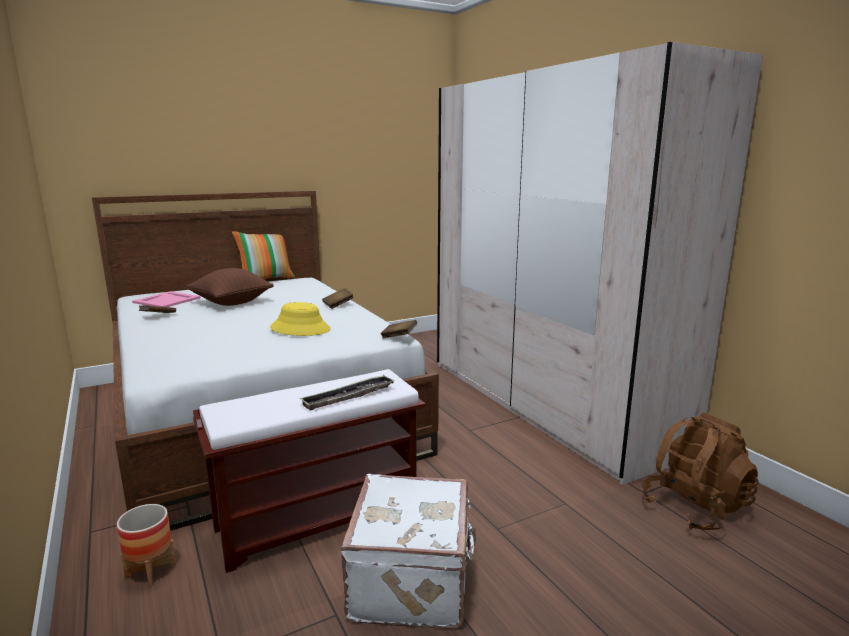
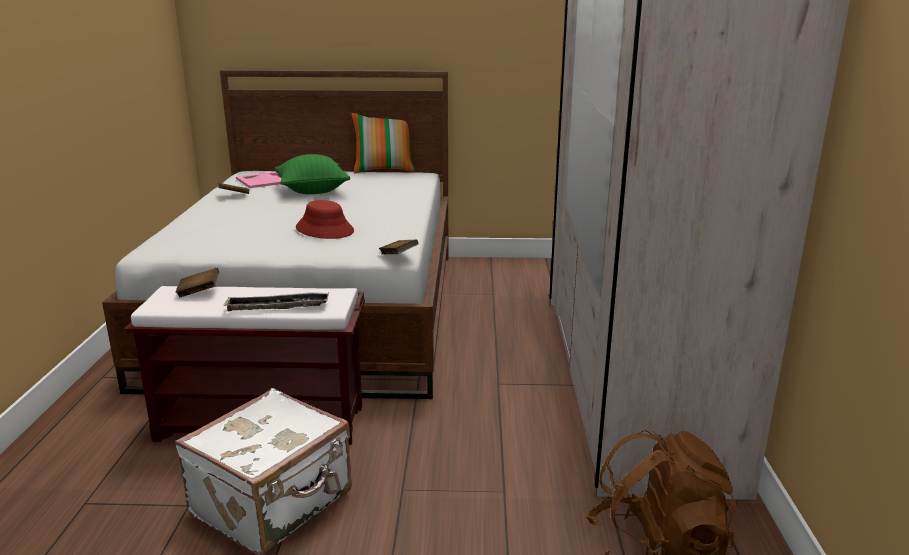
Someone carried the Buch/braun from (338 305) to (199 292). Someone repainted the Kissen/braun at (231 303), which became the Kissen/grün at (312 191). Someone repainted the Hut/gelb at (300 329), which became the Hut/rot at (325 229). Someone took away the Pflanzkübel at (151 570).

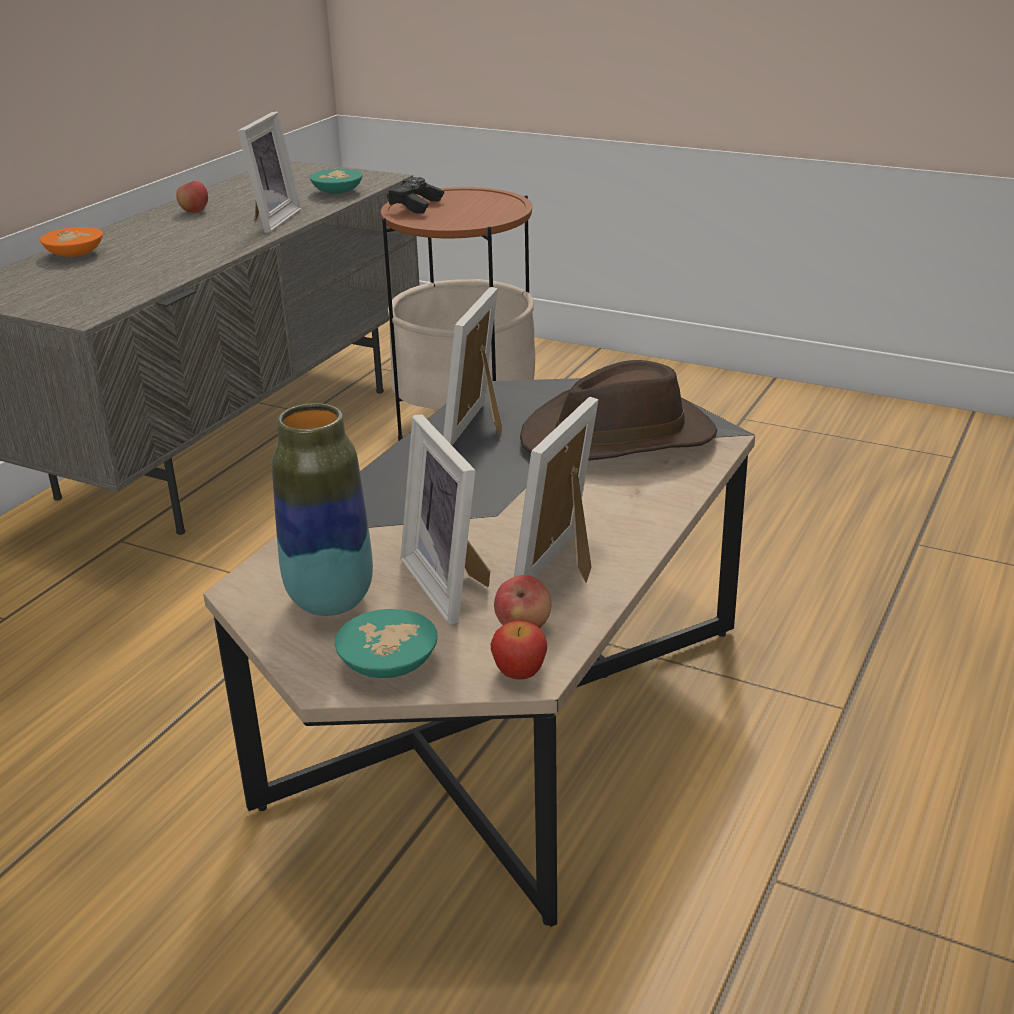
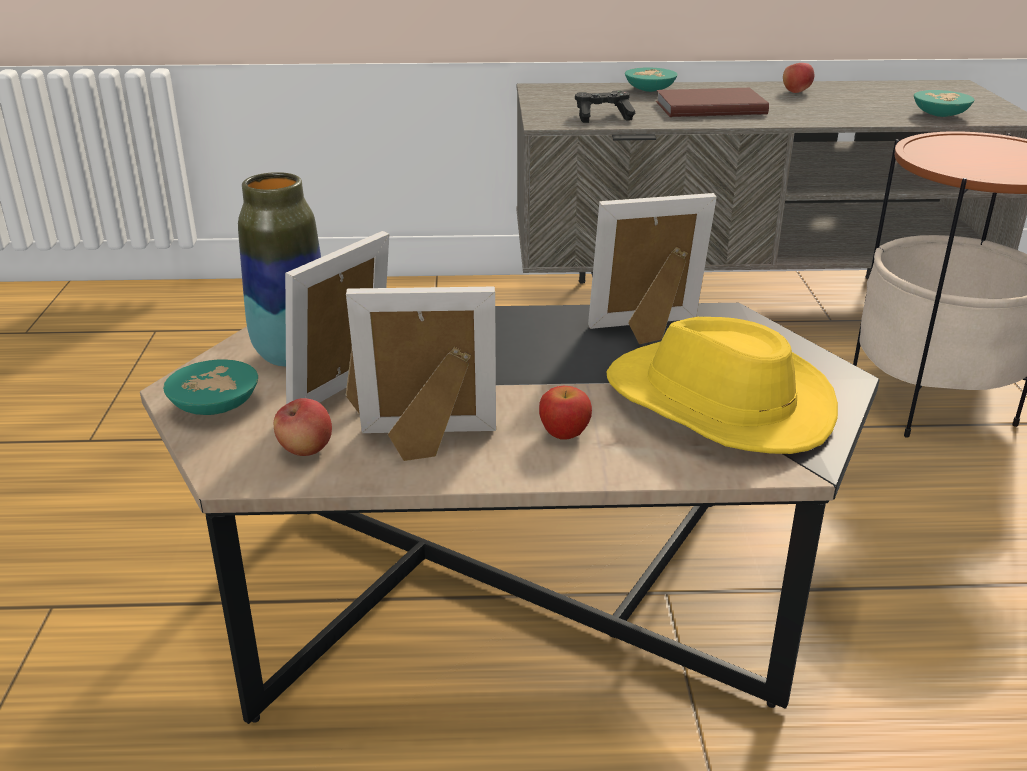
Someone carried the Apfel from (519 672) to (564 434). Someone carried the Gamepad/schwarz from (416 205) to (603 117). Someone repainted the Hut/braun at (619 437), which became the Hut/gelb at (716 403). Someone repainted the Schüssel/orange at (73 255), which became the Schüssel/türkis at (648 90). Someone put down the Buch/braun at (708 107). Someone took away the Bilderrahmen at (269 220).

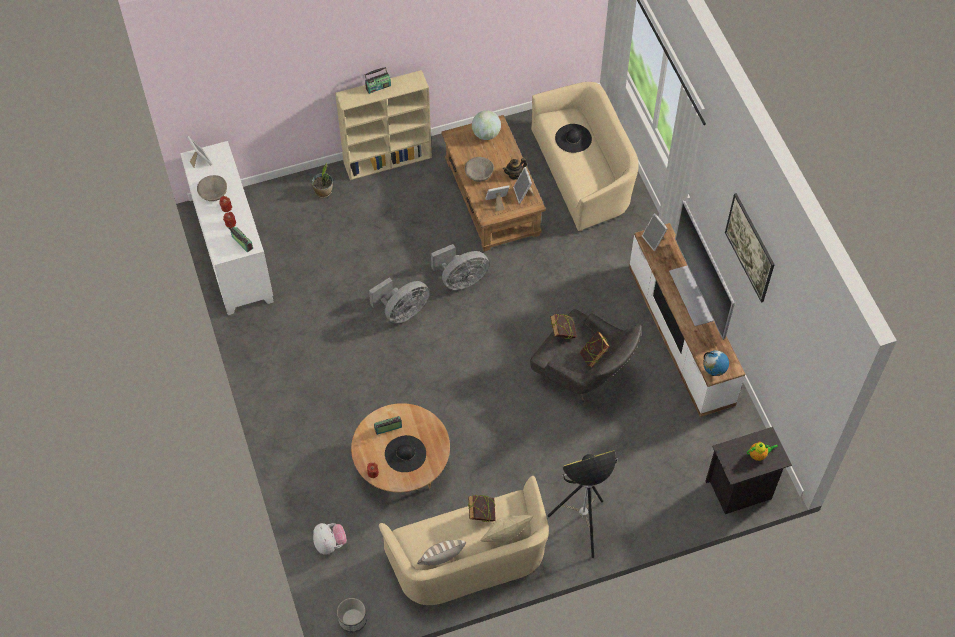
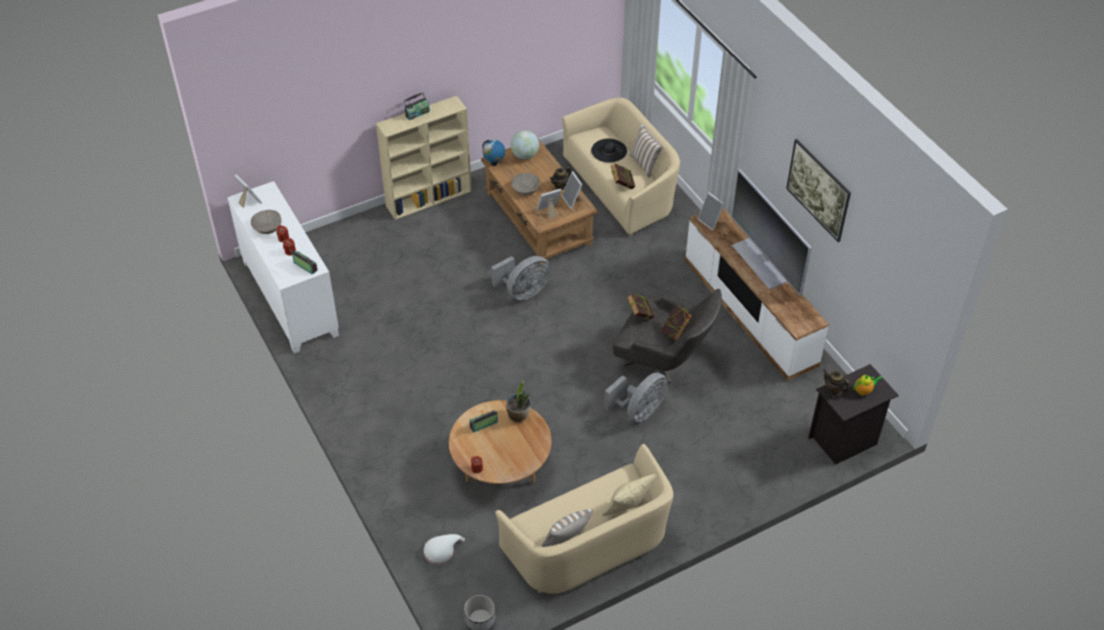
Someone swapped the Plüschtier at (330 544) for the Hut/weiß at (441 551). Someone carried the Globus from (713 372) to (494 163). Someone carried the Topfpflanze from (323 192) to (518 415). Someone carried the Ventilator/grau from (402 312) to (639 411). Someone carried the Buch from (481 514) to (622 186). Someone put down the Kissen at (645 164). Someone put down the Teekanne at (833 390). Someone took away the Hut/schwarz at (405 454). Someone took away the Stehlampe at (581 526).

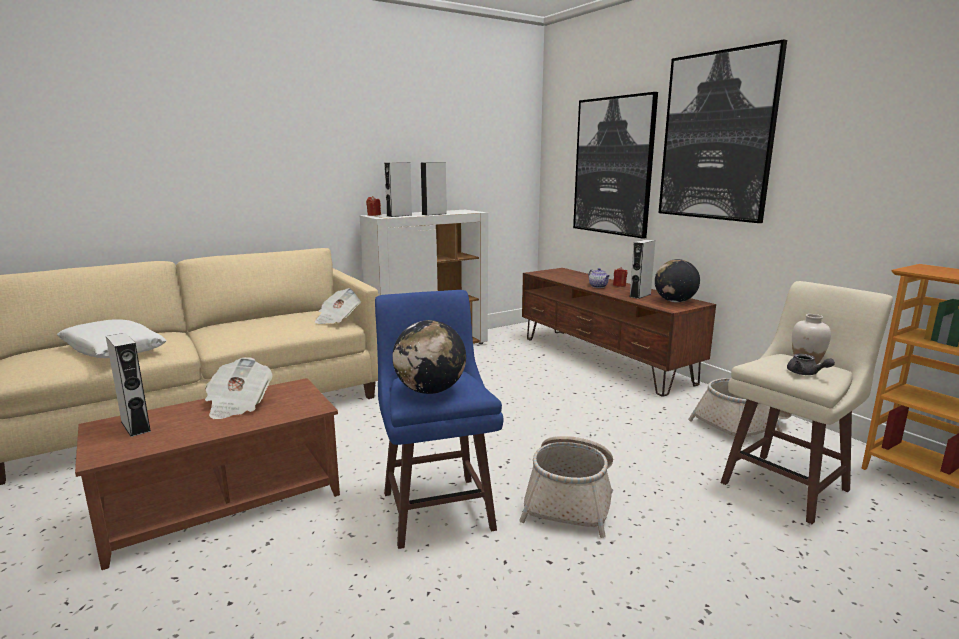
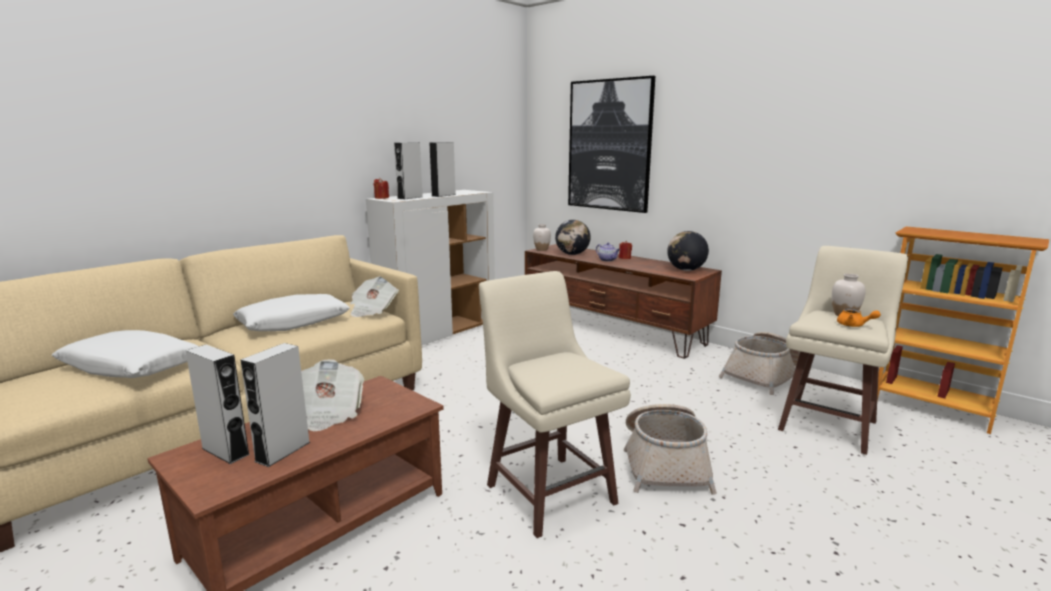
Someone put down the Kissen/weiß at (293 323). Someone carried the Lautsprecher/grau from (640 295) to (283 451). Someone repainted the Hocker/blau at (437 508), which became the Hocker/beige at (549 491). Someone put down the Vase/weiß at (541 249). Someone carried the Globus from (430 391) to (572 254). Someone repainted the Teekanne/grau at (806 373), which became the Teekanne/orange at (854 325). Someone took away the Bild at (717 137).

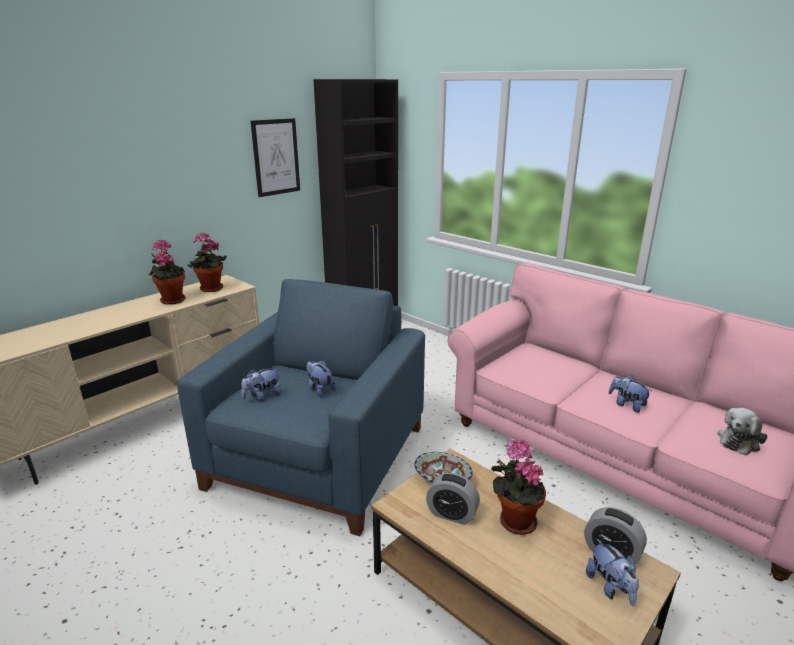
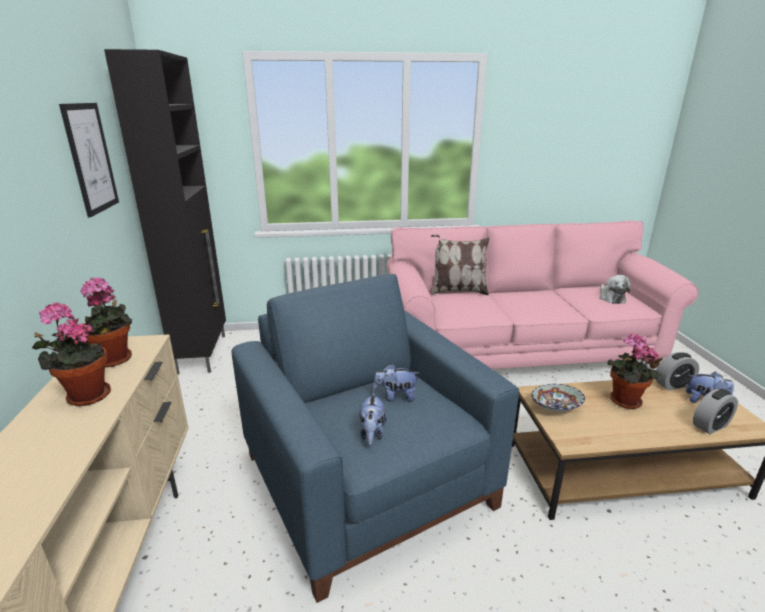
Someone put down the Kissen at (457 291). Someone carried the Wecker from (452 514) to (710 426). Someone took away the Plüschtier at (627 405).

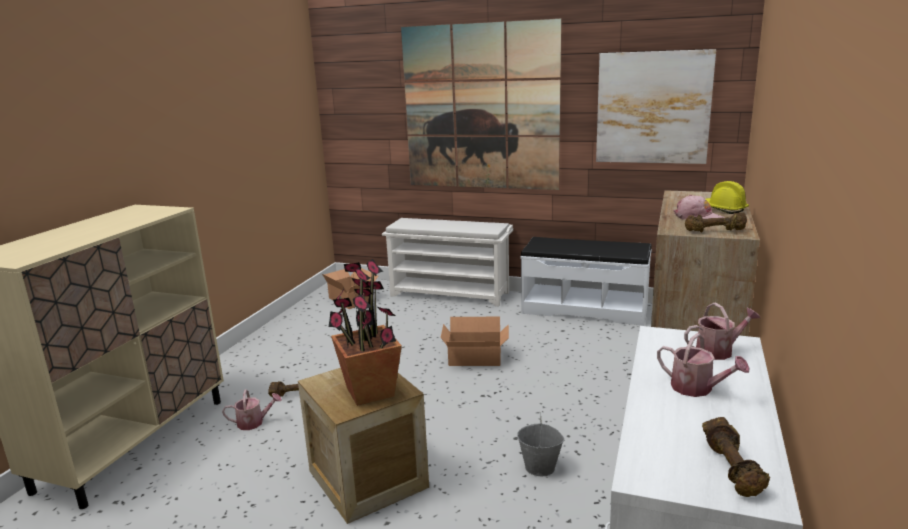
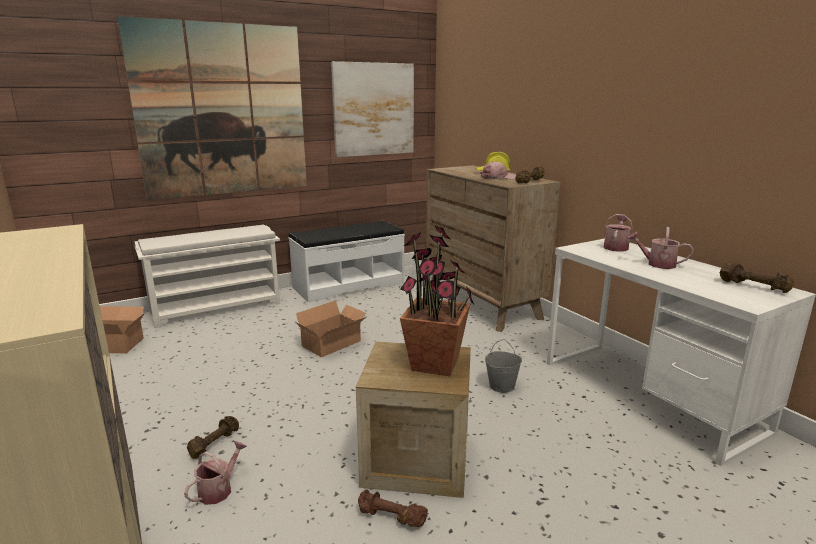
Someone put down the Hantel/braun at (390 518). Someone rotated the Gießkanne at (697 389) by 150 degrees counterclockwise.

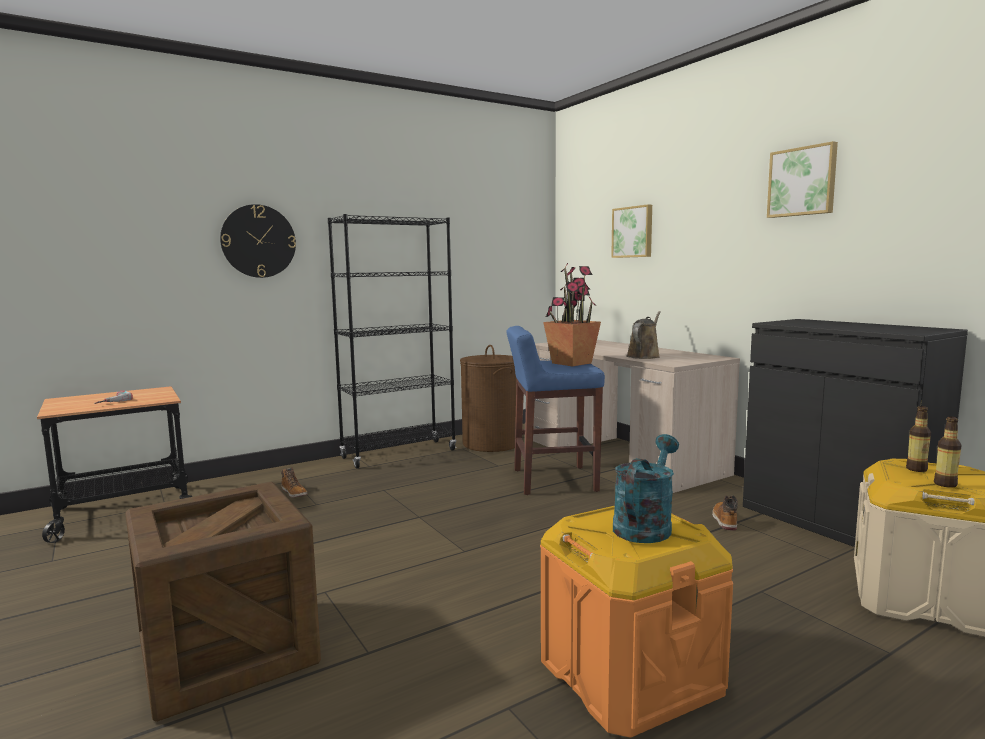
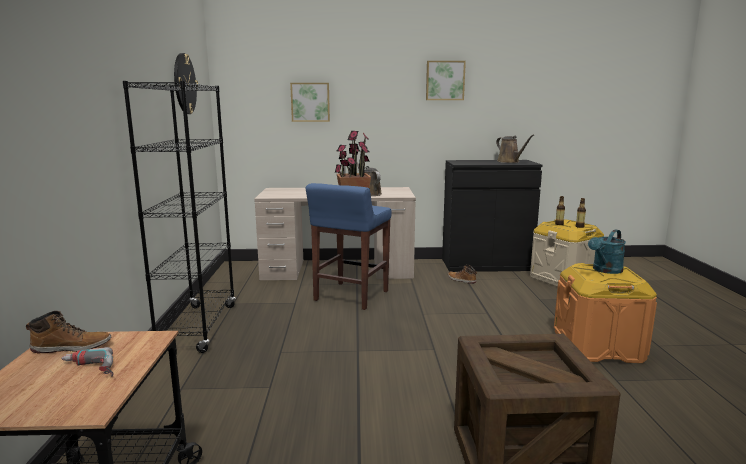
Someone carried the Stiefel from (294 493) to (72 347). Someone carried the Wanduhr from (258 241) to (184 84). Someone put down the Gießkanne/braun at (509 162). Someone rotated the Gießkanne/türkis at (645 525) by 105 degrees counterclockwise. Someone took away the Wäschekorb/braun at (491 443).

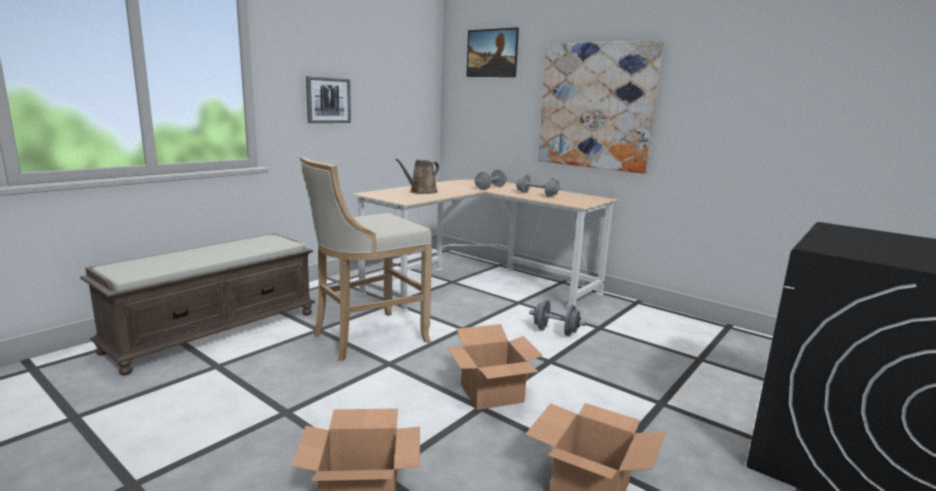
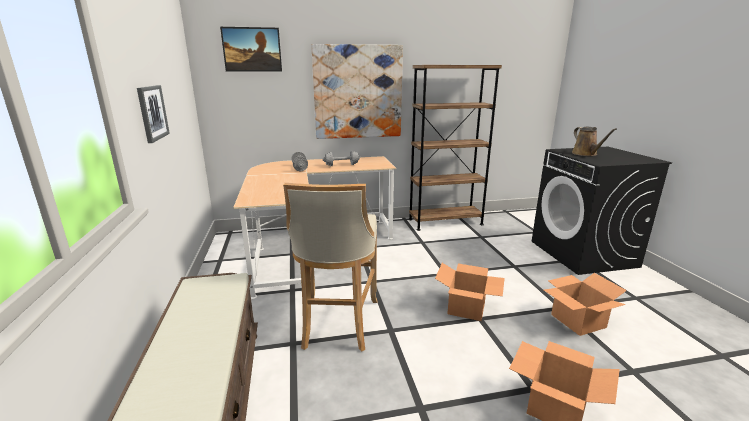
Someone put down the Bücherregal/braun at (445 222). Someone carried the Gießkanne/braun from (421 192) to (586 154). Someone took away the Hantel/grau at (555 331).

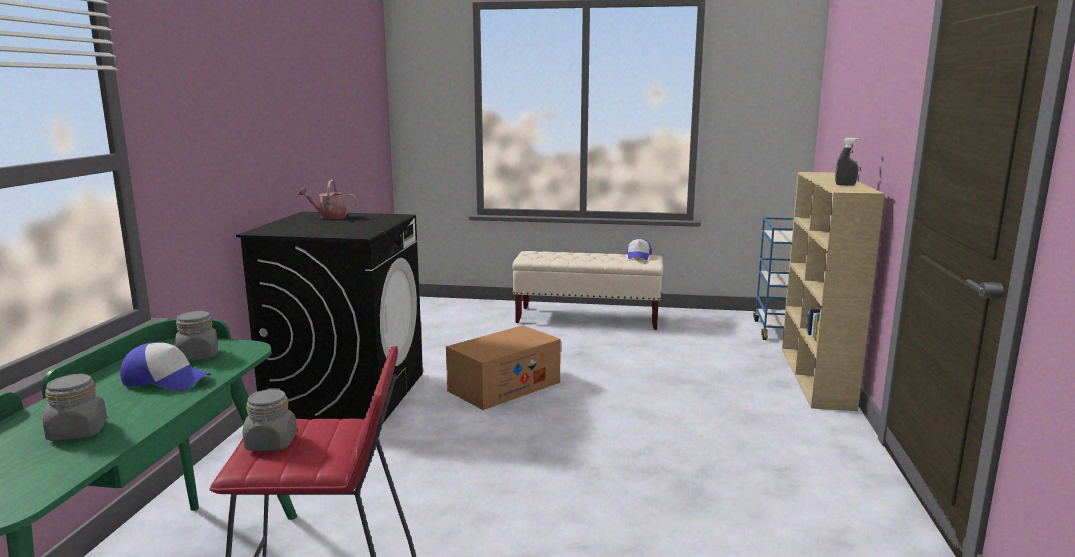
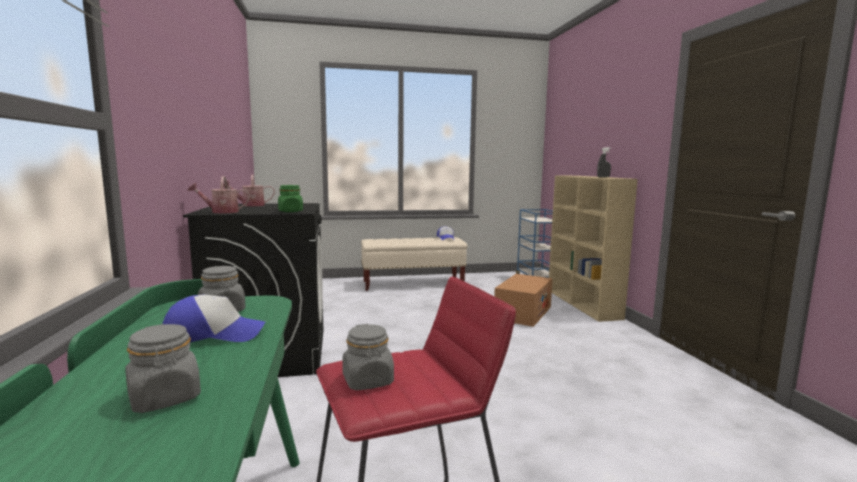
Someone put down the Gießkanne at (221 212). Someone put down the Vorratsglas/grün at (290 211). Someone carried the Karton from (504 386) to (523 313).

